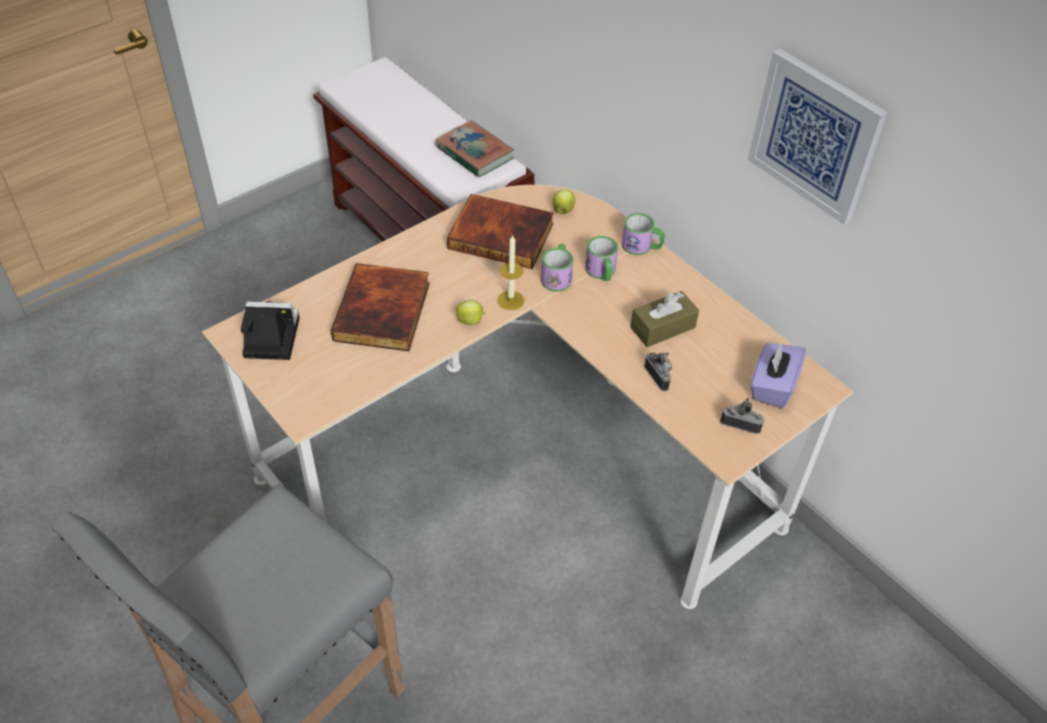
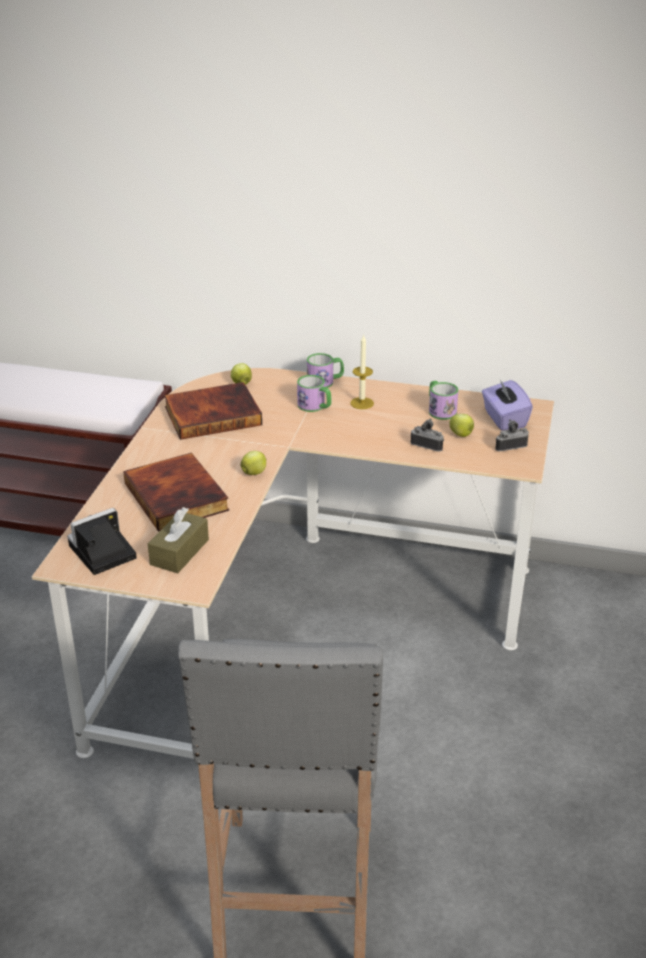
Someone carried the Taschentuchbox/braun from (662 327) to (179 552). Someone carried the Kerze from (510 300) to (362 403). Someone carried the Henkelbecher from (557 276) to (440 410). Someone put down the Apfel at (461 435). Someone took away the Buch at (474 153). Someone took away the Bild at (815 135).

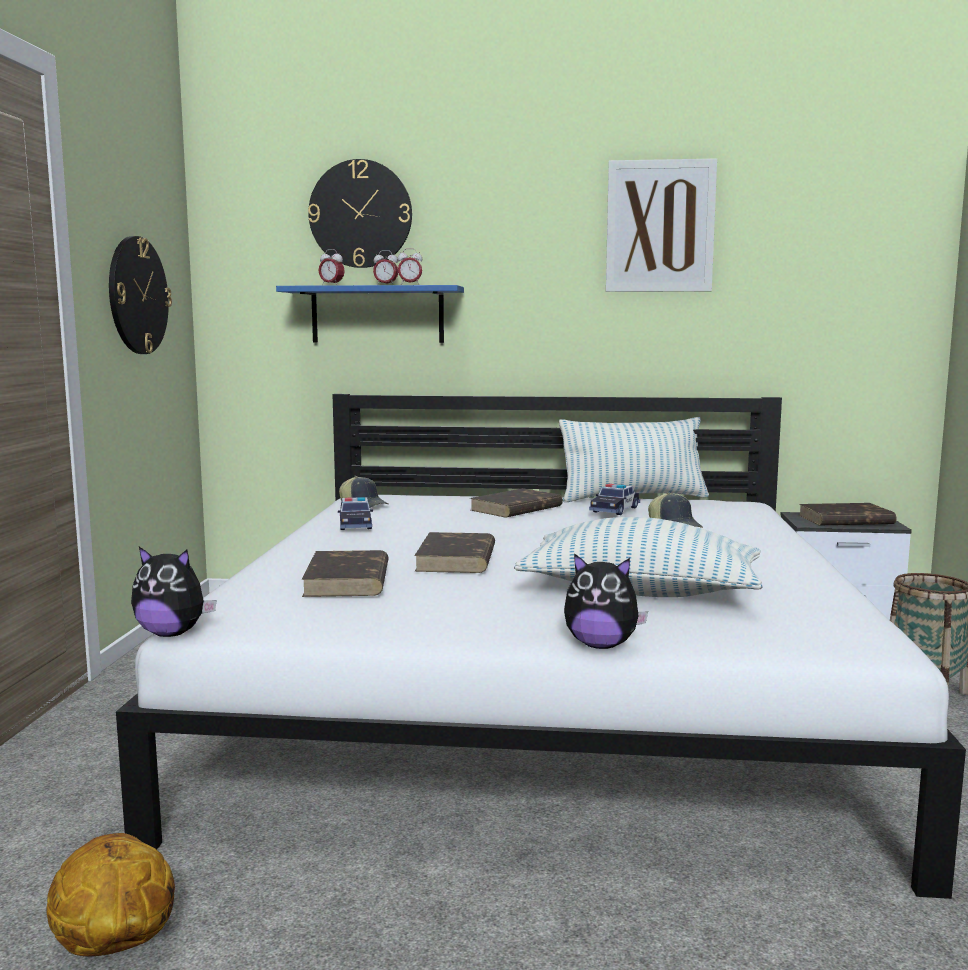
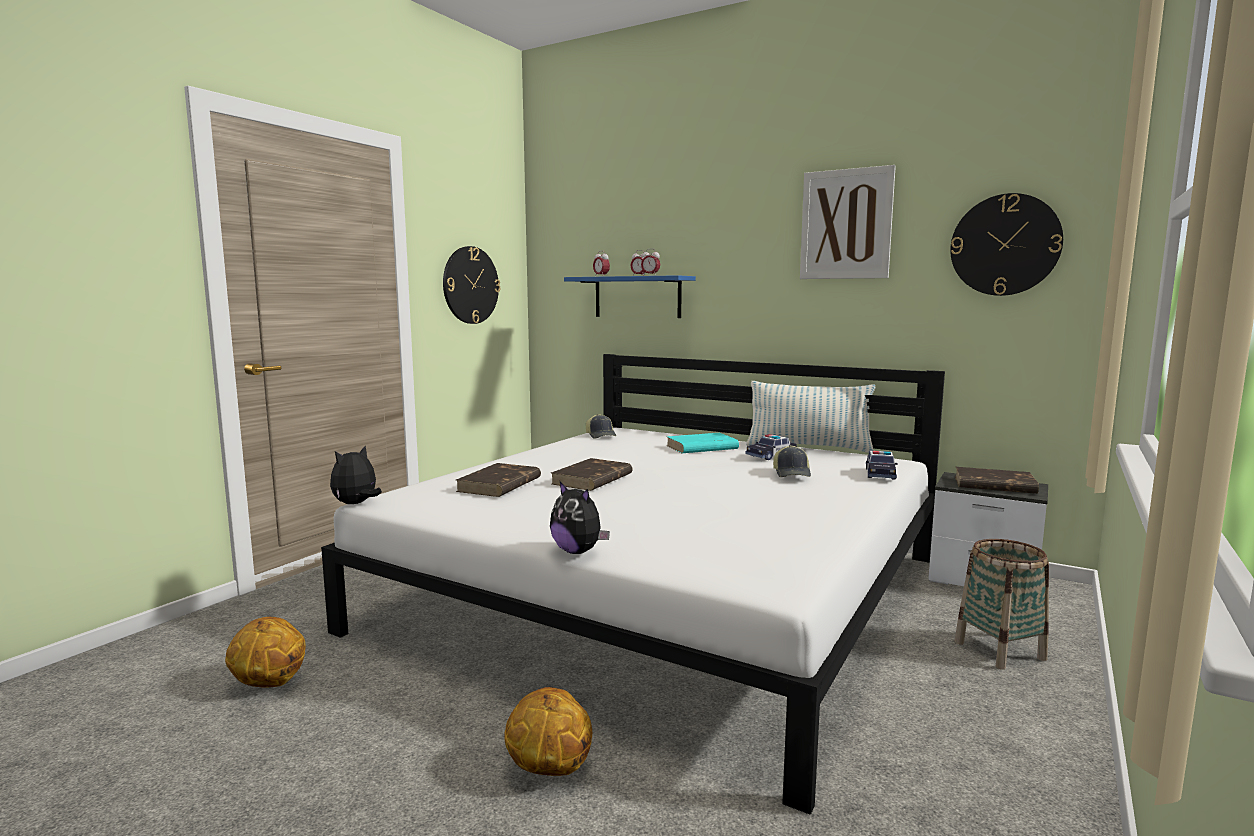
Someone rotated the Plüschtier at (172 633) by 90 degrees clockwise. Someone put down the Basketball at (548 769). Someone repainted the Buch/braun at (515 508), which became the Buch/türkis at (701 447). Someone carried the Spielzeugauto from (355 524) to (880 474). Someone carried the Wanduhr from (360 214) to (1005 245). Someone took away the Kissen at (640 592).

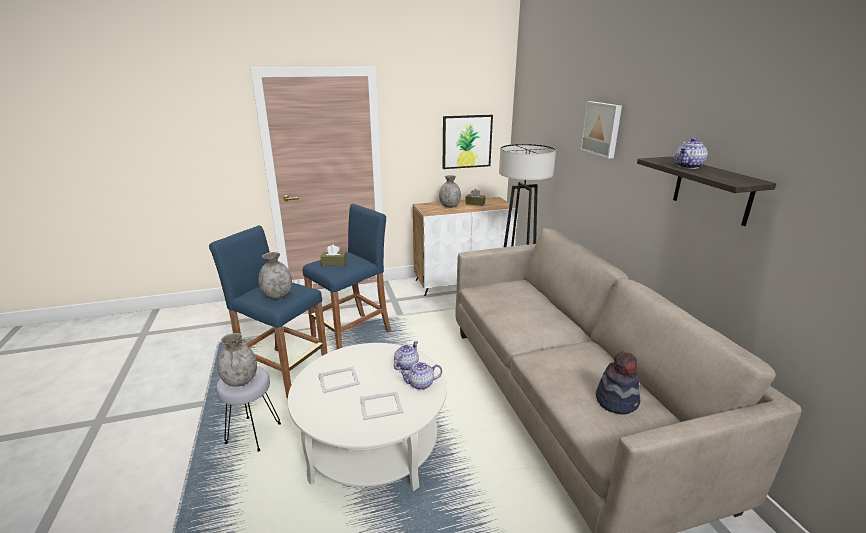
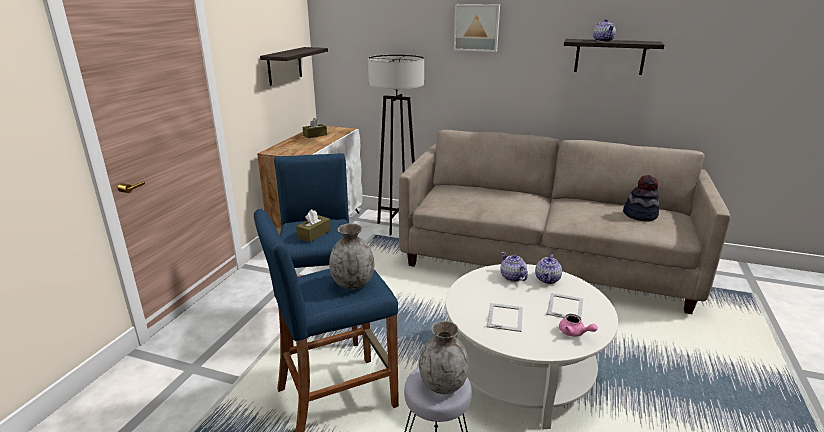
Someone swapped the Bild at (466 141) for the Wandregal at (284 66). Someone put down the Teekanne/rosa at (574 333). Someone took away the Vase/grau at (449 206).

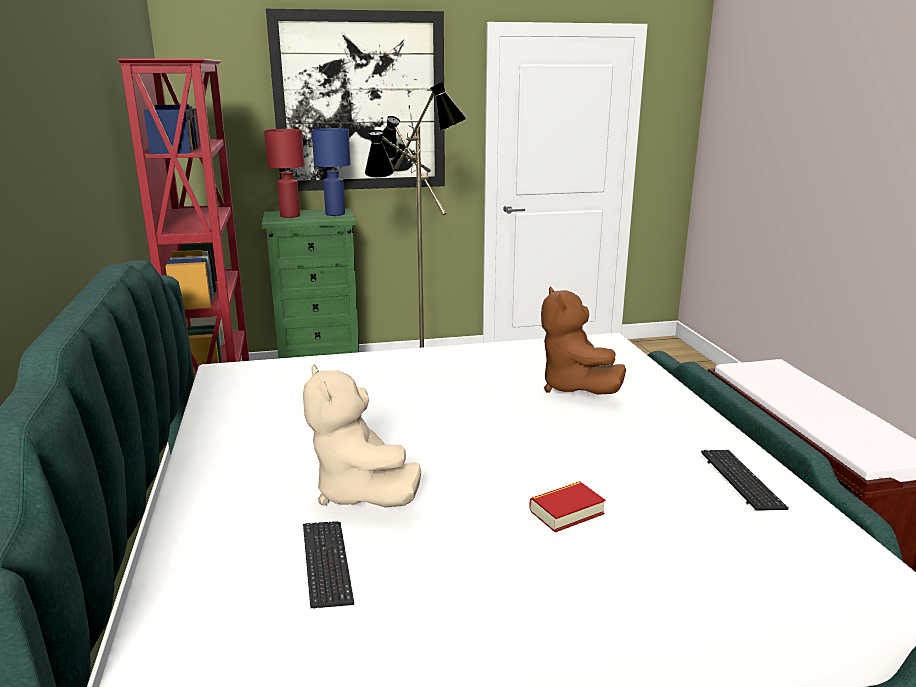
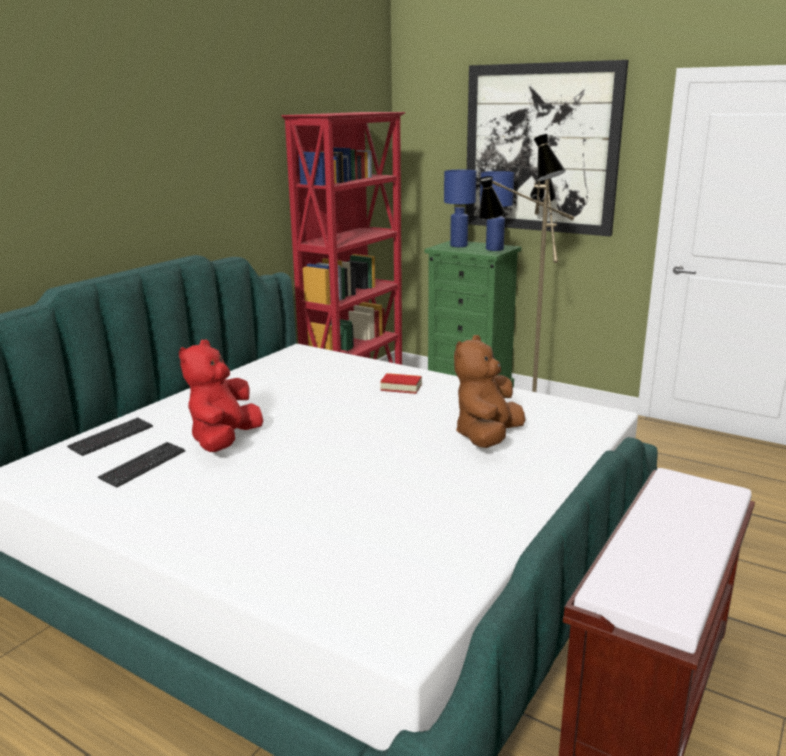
Someone carried the Tastatur from (741 481) to (111 438). Someone repainted the Plüschtier/beige at (360 493), which became the Plüschtier/rot at (225 441). Someone carried the Buch from (566 512) to (401 387). Someone repainted the Tischlampe/rot at (290 216), which became the Tischlampe/blau at (458 246).

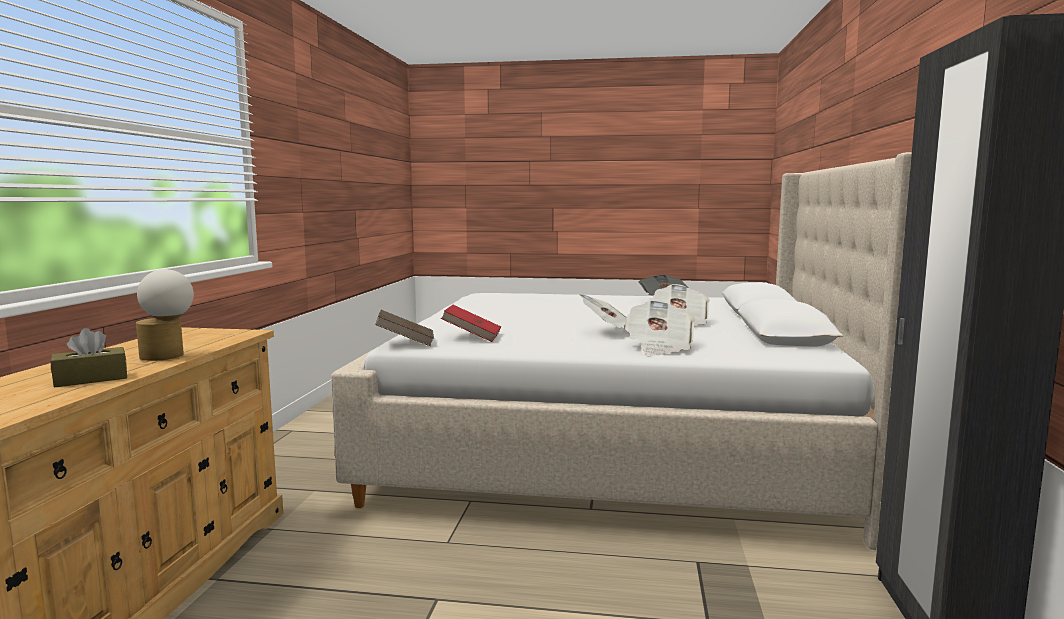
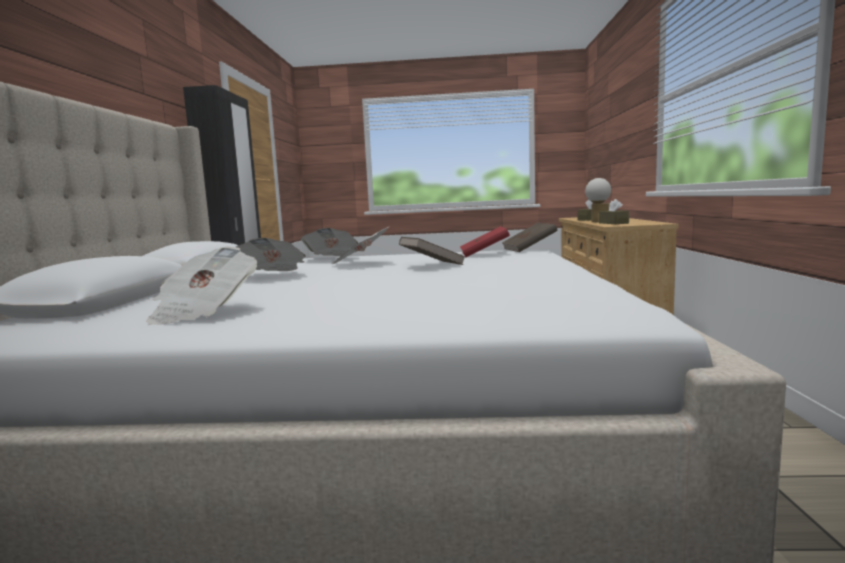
Someone put down the Buch/braun at (432 265). Someone put down the Taschentuchbox/braun at (613 223).

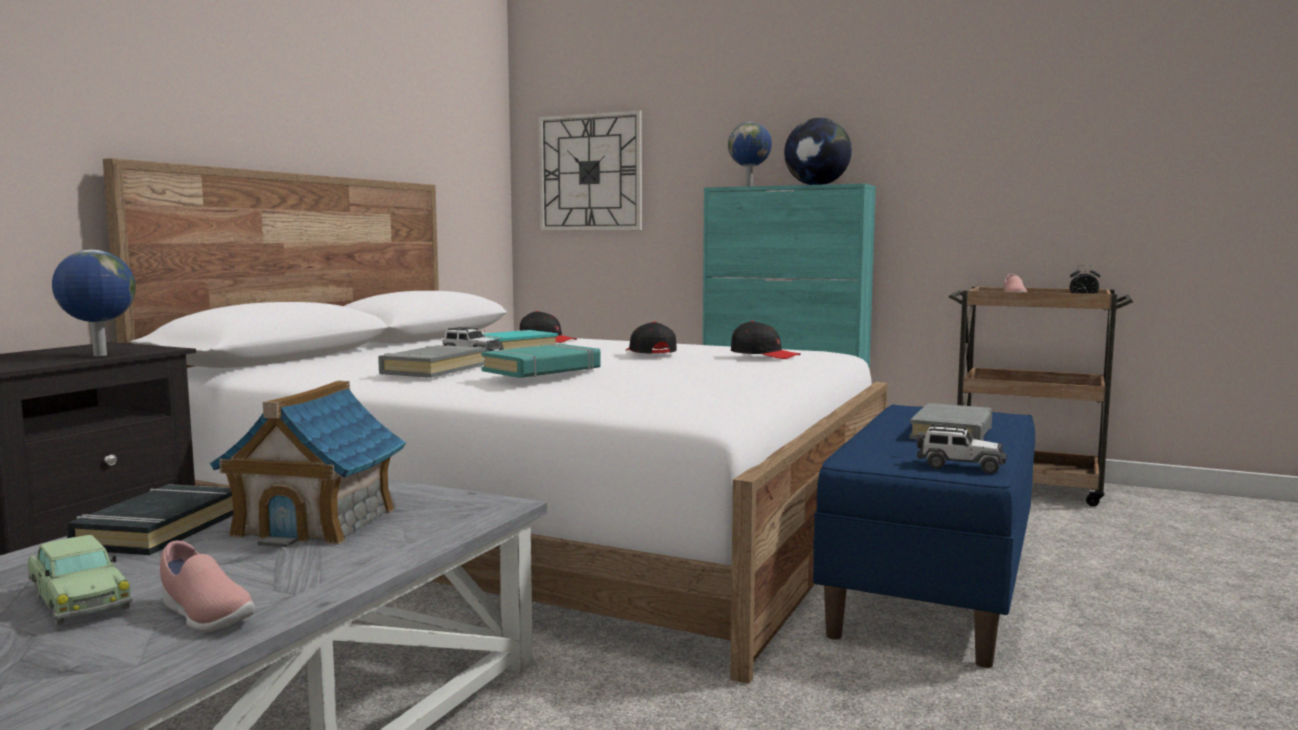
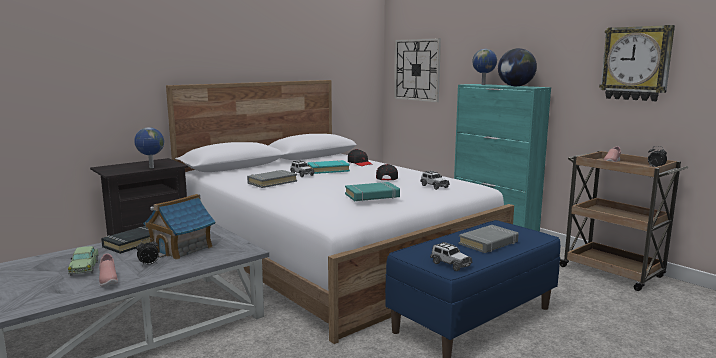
Someone put down the Wecker at (149 264). Someone carried the Buch/türkis from (542 370) to (372 196). Someone swapped the Kappe/schwarz at (764 355) for the Spielzeugauto at (434 186). Someone put up the Wanduhr at (636 63).

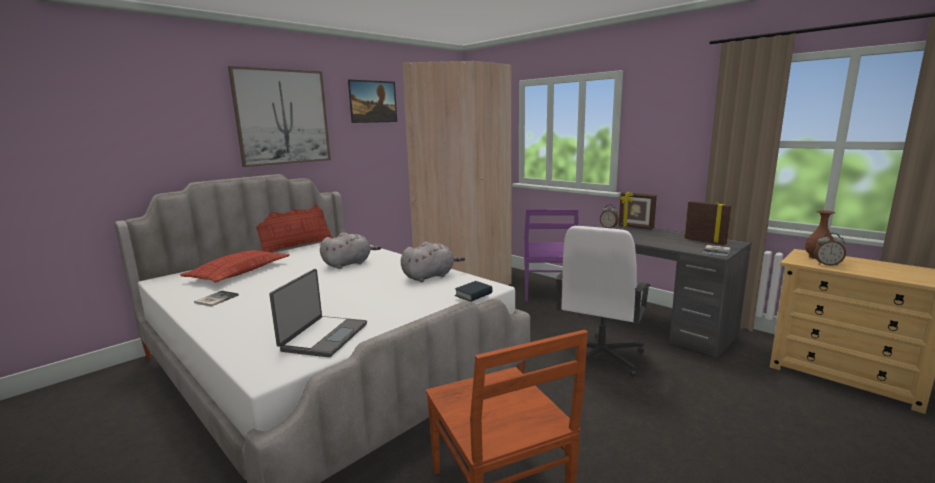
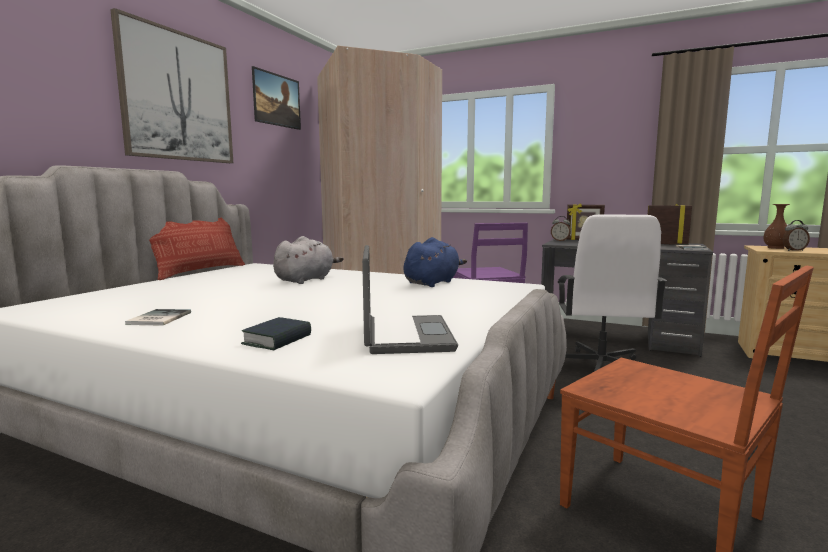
Someone carried the Buch from (473 295) to (277 340). Someone repainted the Plüschtier/grau at (430 276), which became the Plüschtier/blau at (432 283). Someone took away the Kissen at (239 272).

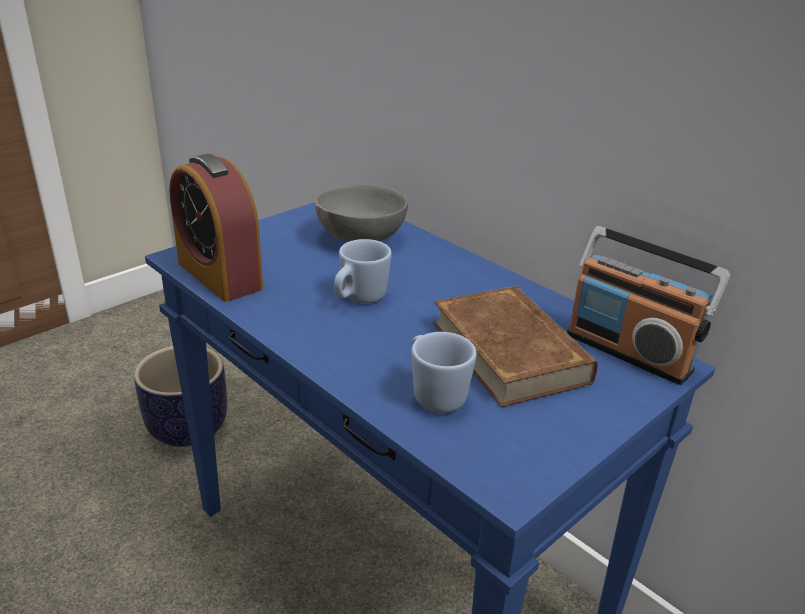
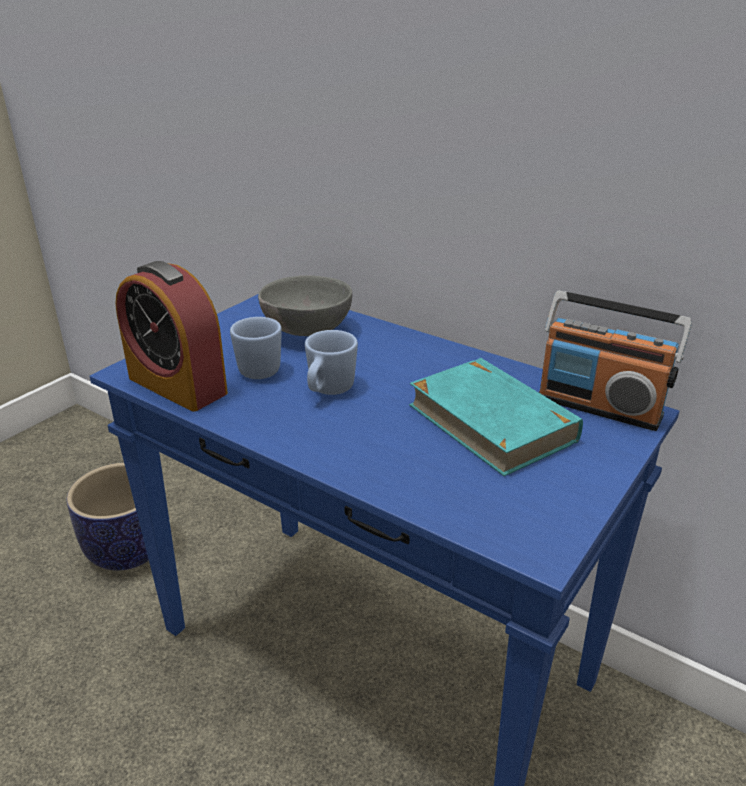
Someone carried the Henkelbecher/blau from (434 394) to (254 368). Someone repainted the Buch/braun at (509 351), which became the Buch/türkis at (491 422).

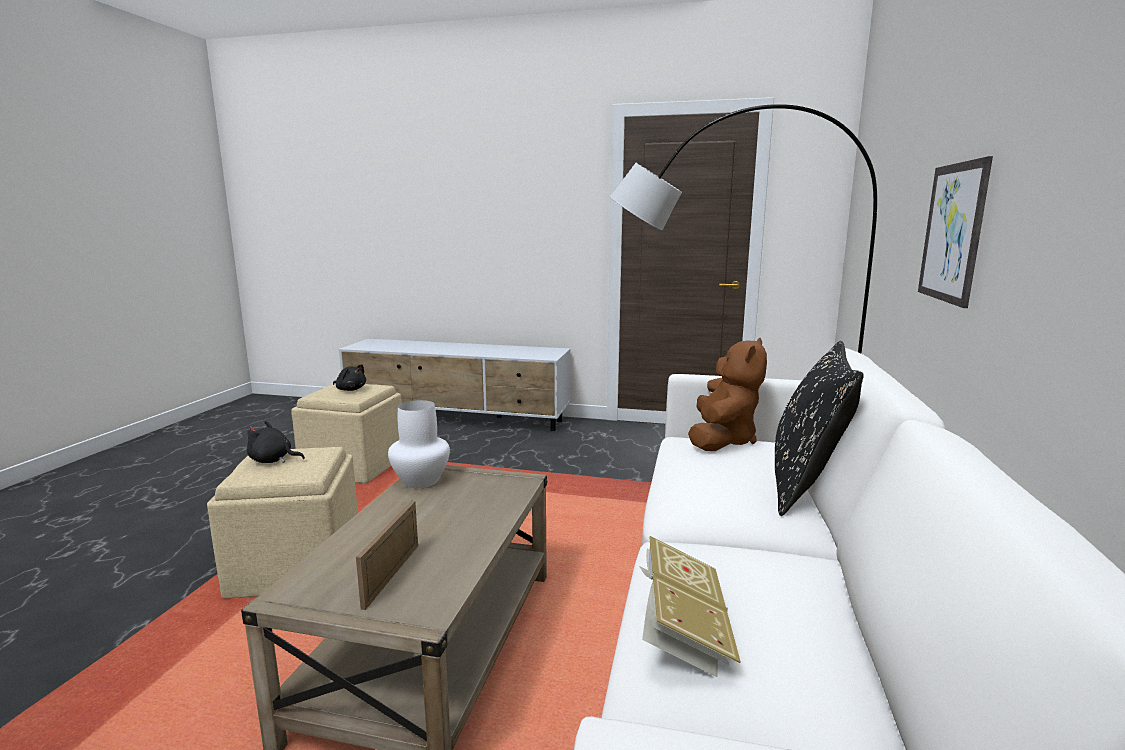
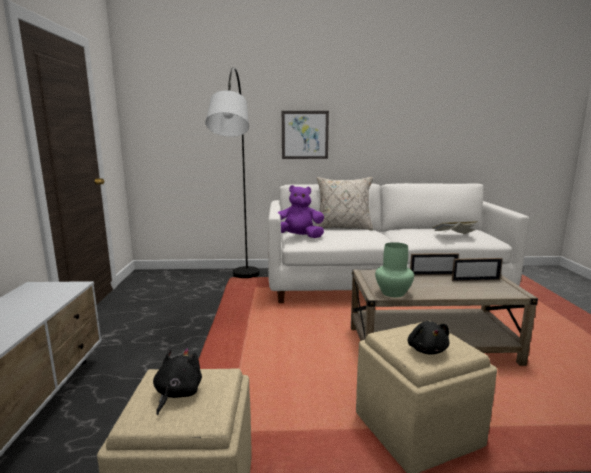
Someone repainted the Plüschtier/braun at (721 440), which became the Plüschtier/lila at (298 237). Someone repainted the Kissen/schwarz at (806 486), which became the Kissen/beige at (343 228). Someone repainted the Vase/weiß at (420 481), which became the Vase/grün at (393 293). Someone put down the Bilderrahmen at (433 274).

